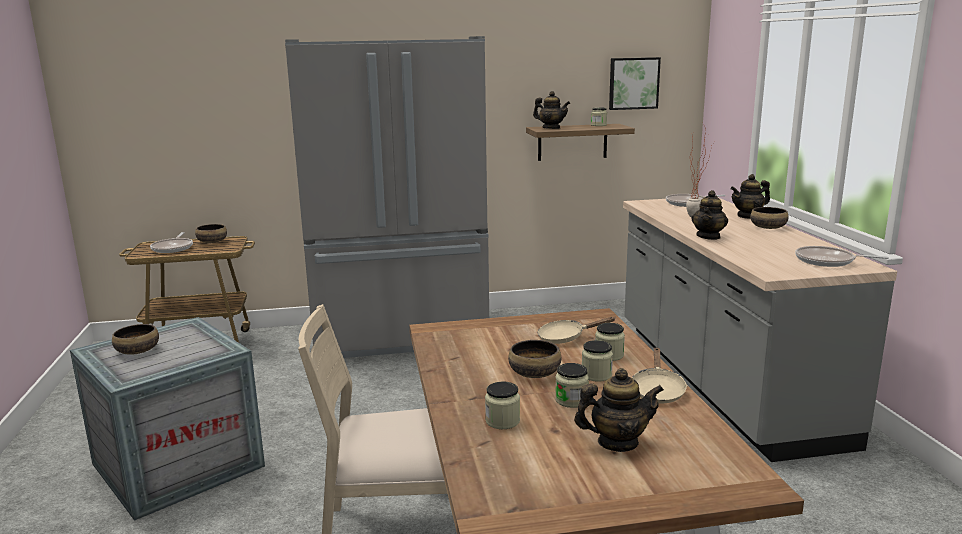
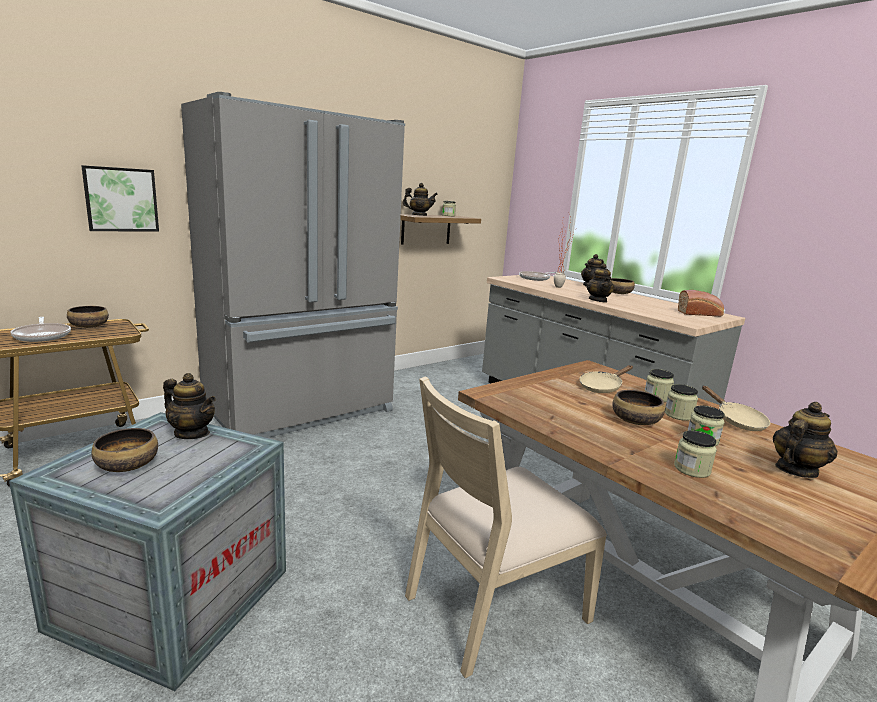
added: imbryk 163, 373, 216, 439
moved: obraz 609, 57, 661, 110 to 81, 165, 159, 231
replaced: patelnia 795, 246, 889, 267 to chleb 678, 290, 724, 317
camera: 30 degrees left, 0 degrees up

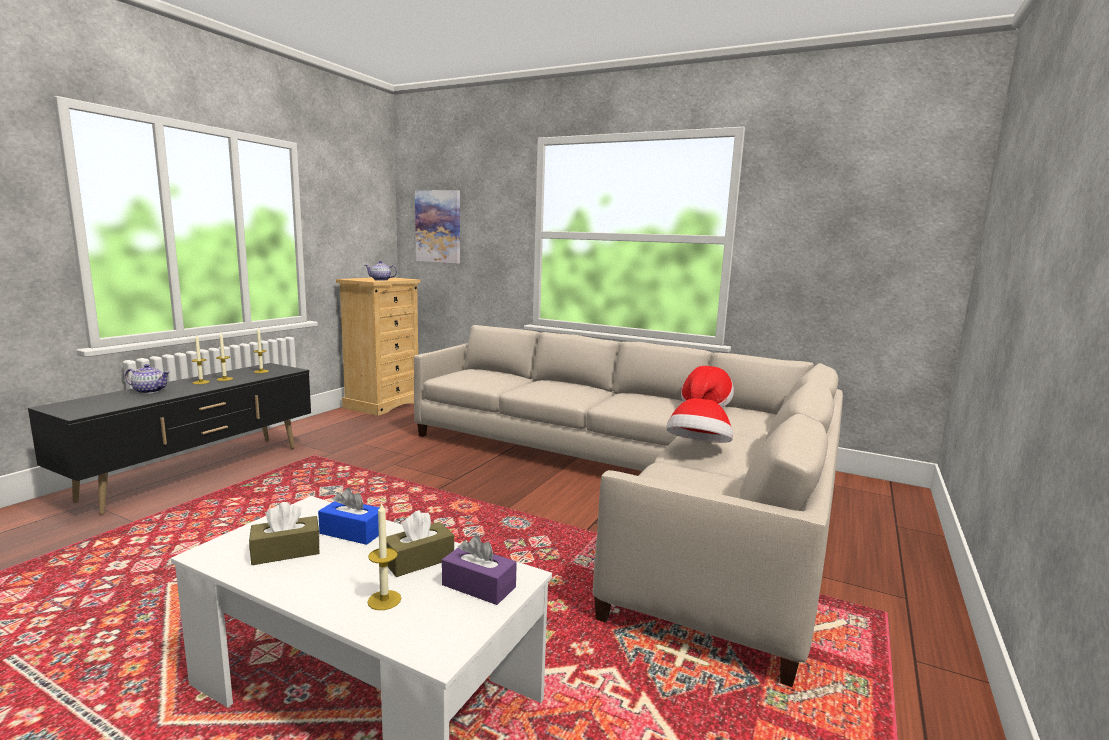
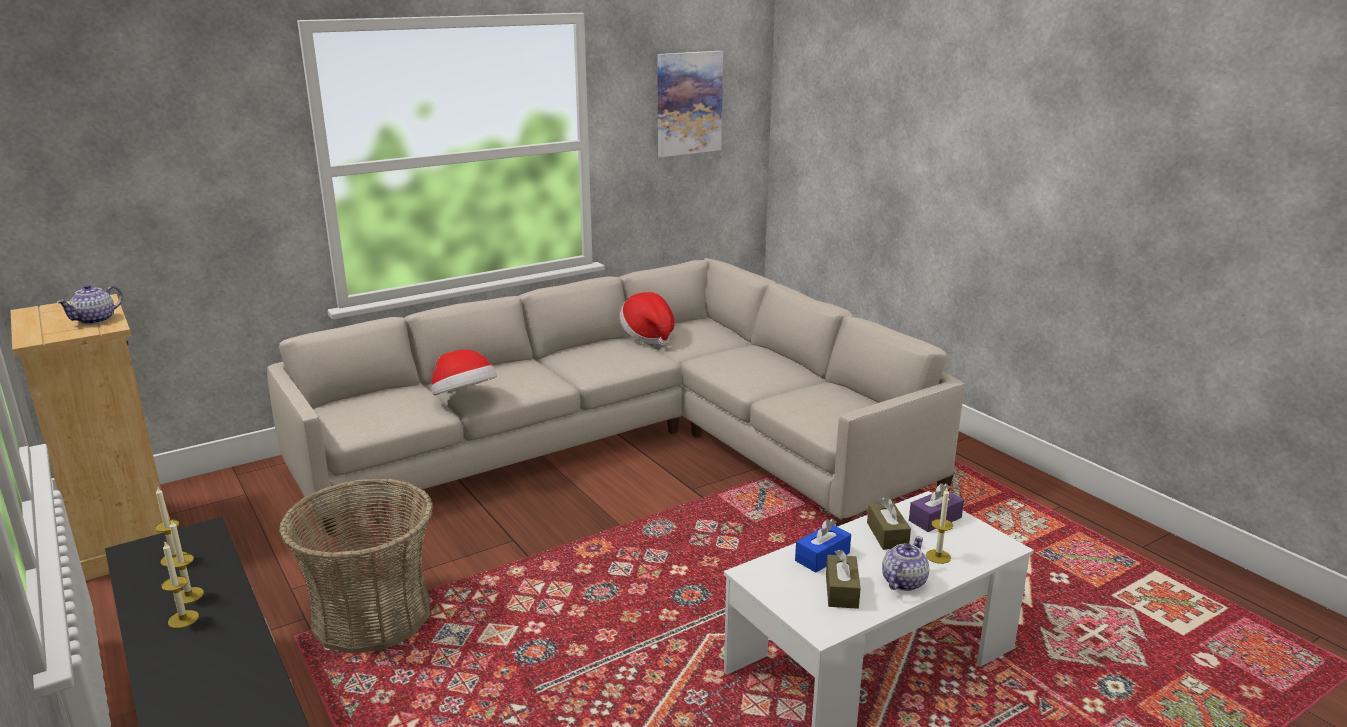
added: koszyk 279, 478, 433, 654
moved: obraz 415, 190, 460, 263 to 657, 51, 723, 157; imbryk 125, 364, 170, 394 to 882, 536, 929, 591; kapelusz 666, 398, 733, 443 to 431, 350, 497, 396
camera: 60 degrees left, 10 degrees up

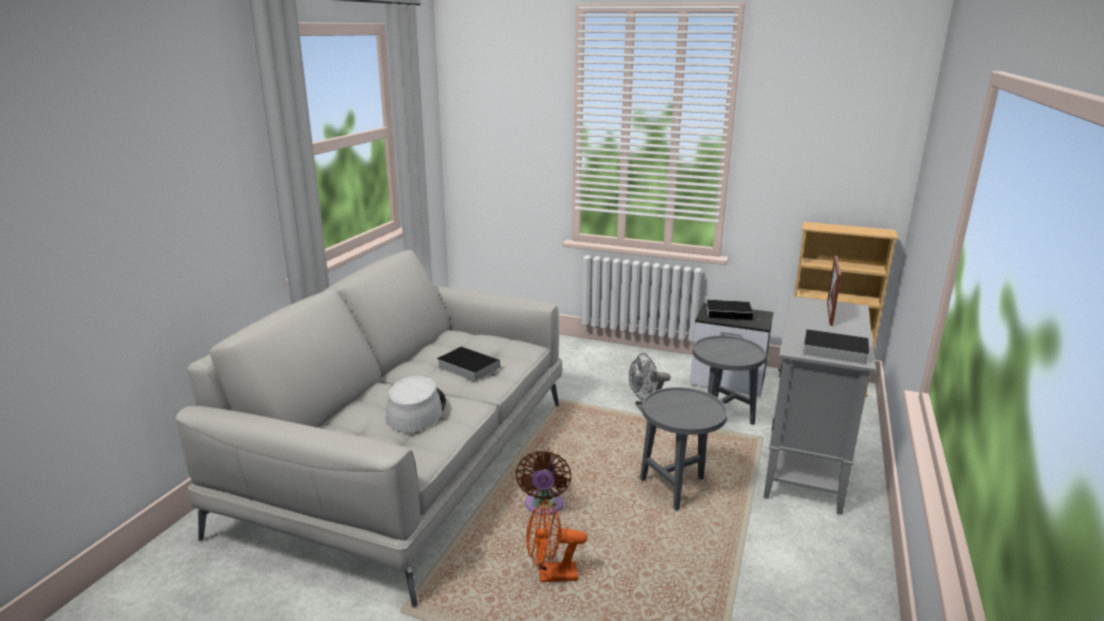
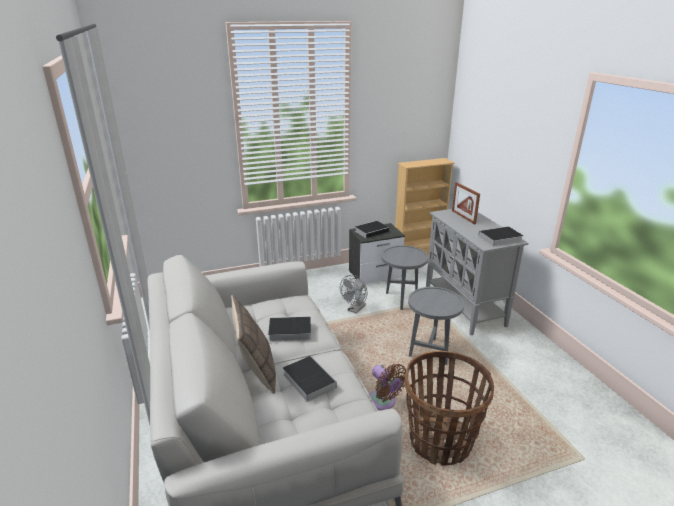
added: poduszka 231, 295, 276, 394
replaced: kapelusz [szary] 386, 376, 446, 432 to książka 283, 356, 337, 402; wentylator [pomarańczowy] 526, 499, 587, 582 to koszyk 405, 351, 494, 466
camera: 40 degrees left, 5 degrees up

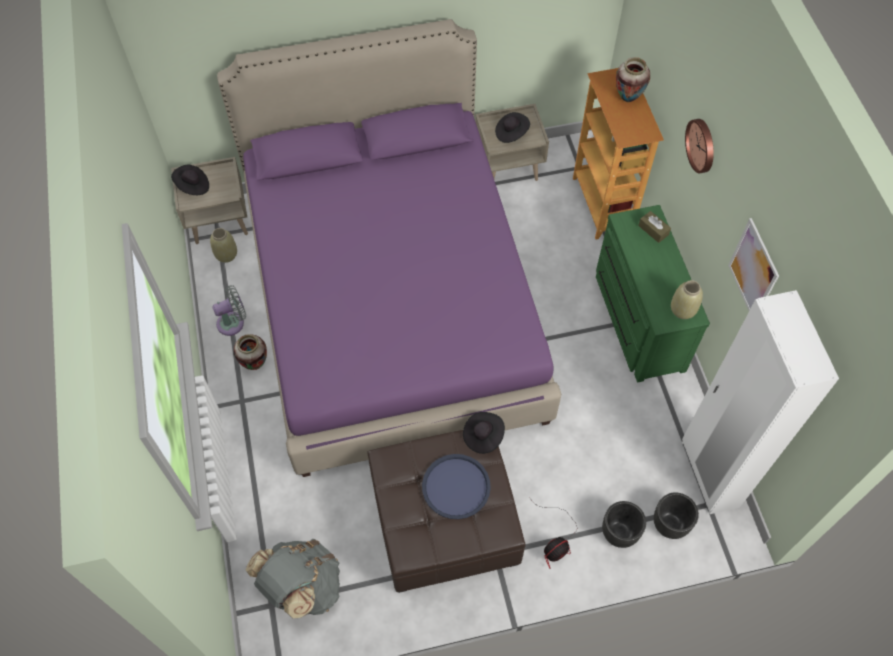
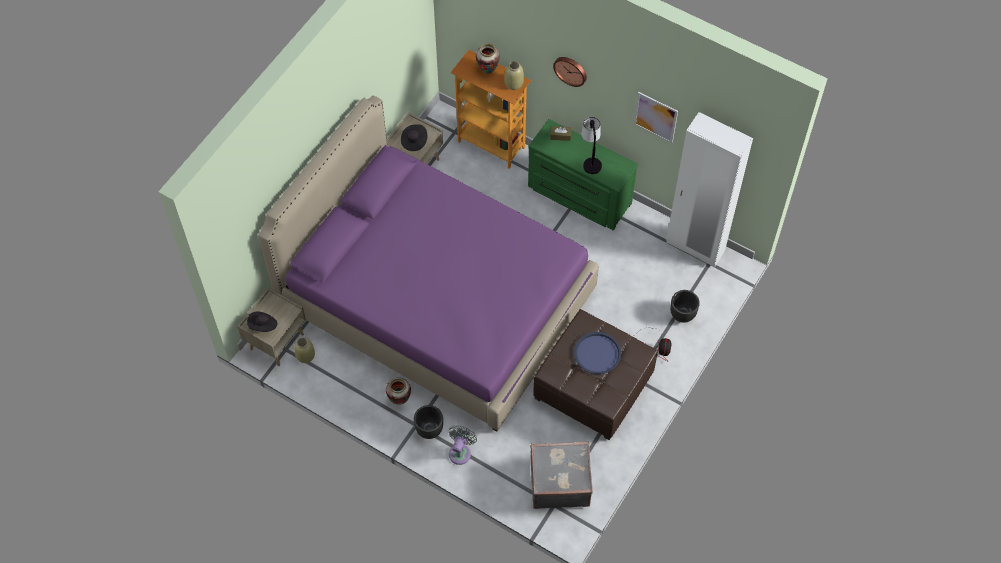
removed: kapelusz [czarny] 463, 412, 505, 454
added: lampa stołowa 581, 117, 602, 174
moved: wazon [beżowy] 671, 280, 703, 319 to 504, 61, 524, 90; wentylator [szary] 212, 285, 246, 336 to 448, 425, 477, 465; donica [czarny] 654, 492, 699, 539 to 414, 405, 443, 439
replaced: plecak [szary] 246, 539, 340, 619 to walizka [szary] 530, 441, 593, 509
camera: 45 degrees left, 0 degrees up

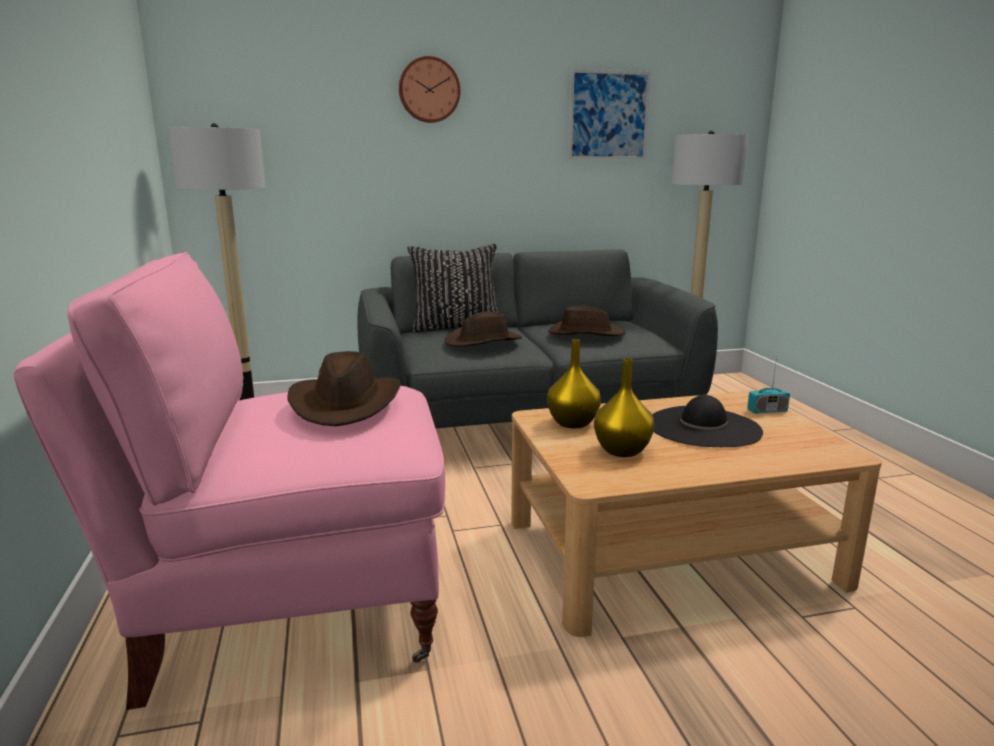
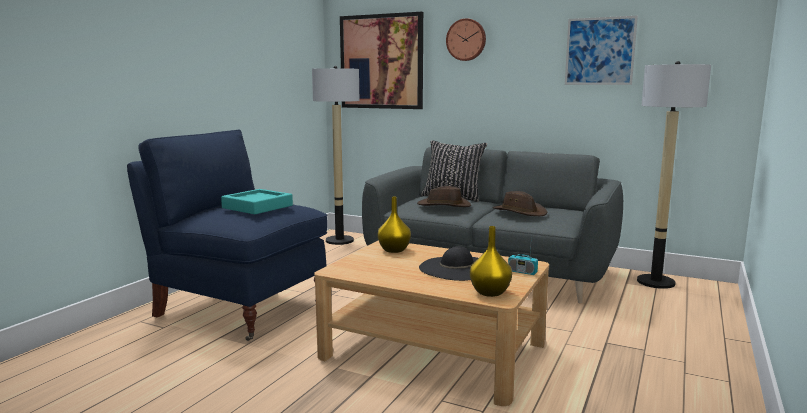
added: obraz 340, 12, 423, 109
moved: wazon [żółty] 594, 358, 654, 457 to 470, 226, 512, 297
replaced: kapelusz [brązowy] 287, 351, 400, 426 to taca [turkusowy] 221, 189, 293, 214
recoloured: fotel [różowy] 14, 252, 445, 710 to fotel [niebieski] 127, 130, 327, 341
camera: 40 degrees right, 5 degrees down

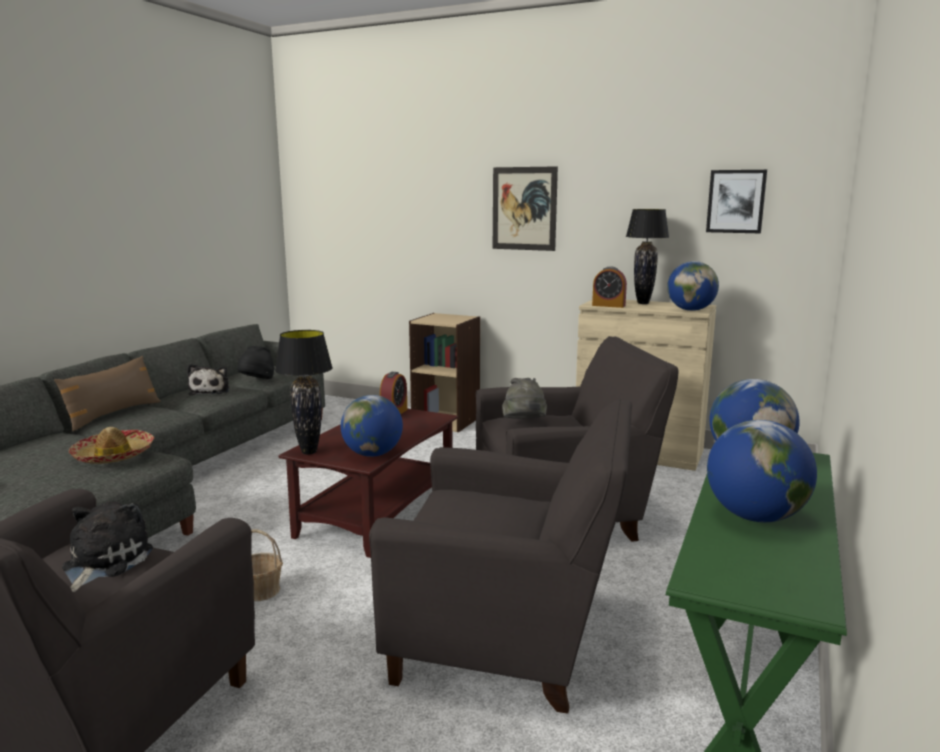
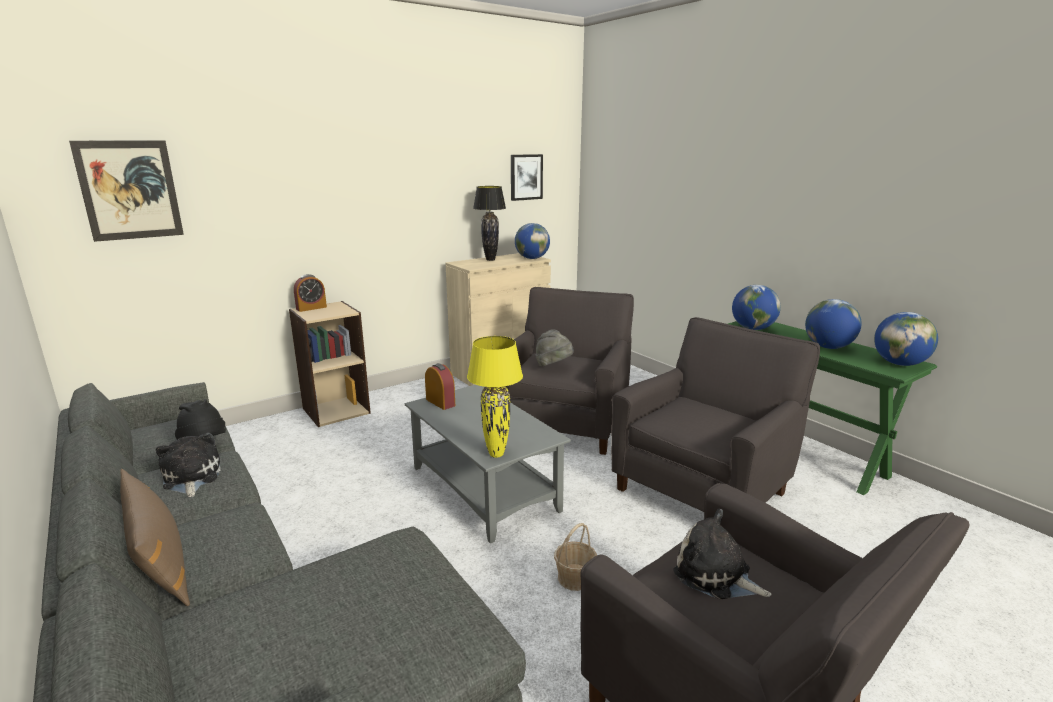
removed: kapelusz 69, 427, 154, 464
moved: obraz 493, 166, 558, 251 to 69, 141, 184, 242; budzik 592, 266, 627, 308 to 294, 274, 327, 312; globus 341, 395, 403, 457 to 874, 312, 938, 366
recoloured: lampa stołowa [czarny] 275, 330, 333, 455 to lampa stołowa [żółty] 467, 336, 523, 458; ława [brązowy] 278, 408, 458, 558 to ława [szary] 405, 385, 571, 543
turned: pluszak 187, 364, 229, 395 = 156, 433, 221, 497 135 degrees counterclockwise
camera: 60 degrees left, 5 degrees up

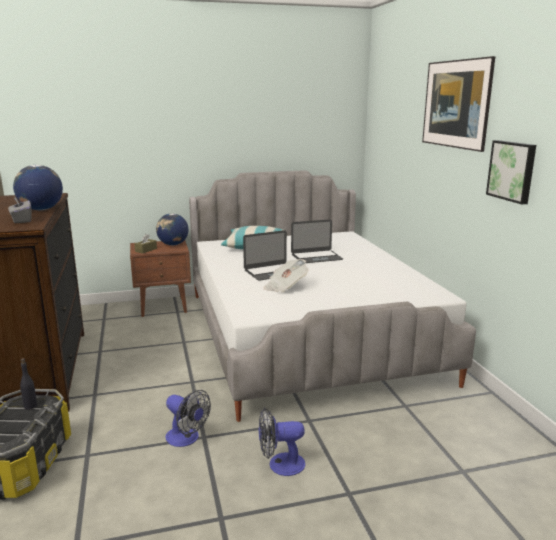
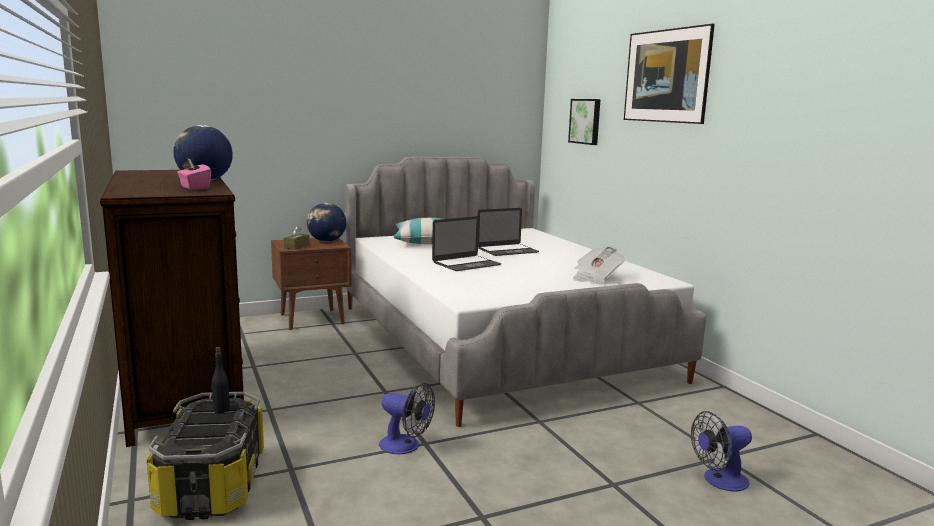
moved: obraz 486, 140, 536, 205 to 568, 99, 601, 145; gazeta 263, 259, 308, 292 to 573, 246, 624, 282; wentylator 259, 408, 305, 476 to 691, 411, 752, 491
recoloured: pudełko chusteczek [szary] 8, 197, 32, 223 to pudełko chusteczek [różowy] 177, 159, 211, 190
camera: 10 degrees left, 5 degrees down

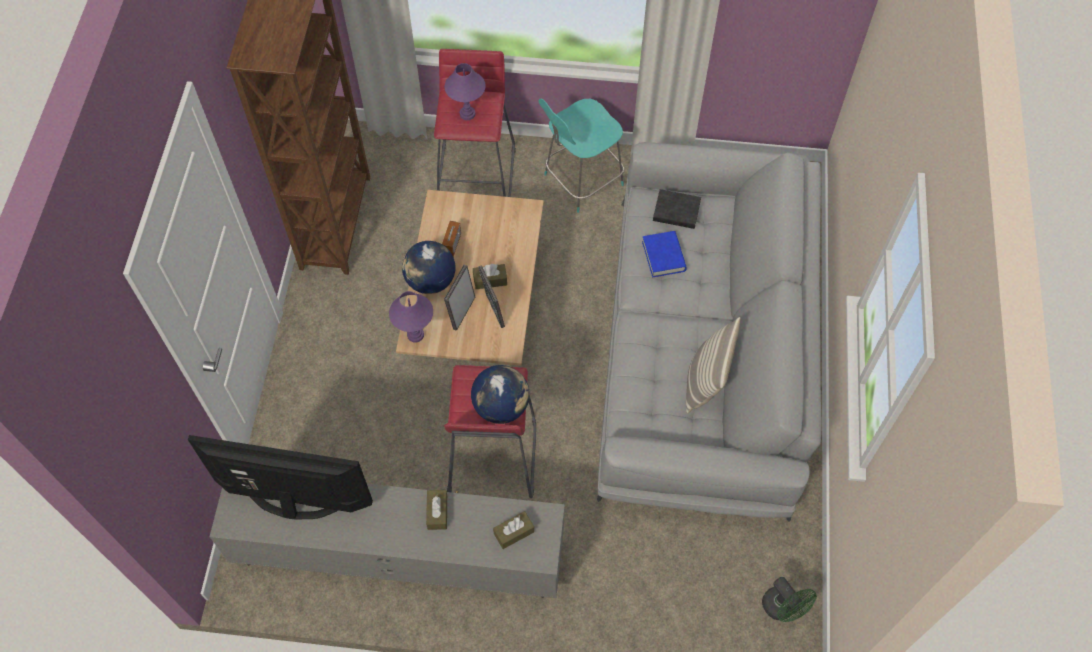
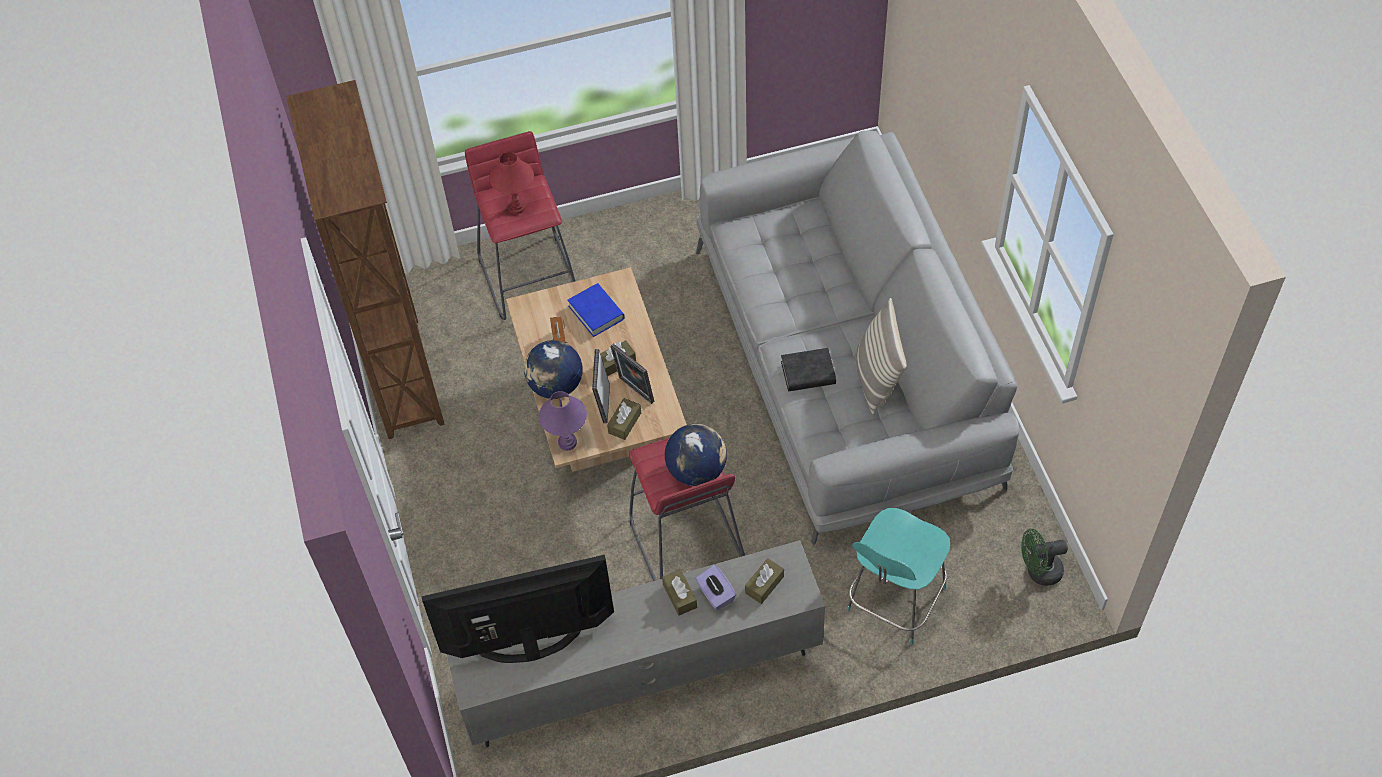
added: pudełko chusteczek [brązowy] 607, 398, 641, 440; pudełko chusteczek [fioletowy] 695, 564, 736, 611
moved: stołek [turkusowy] 539, 99, 624, 213 to 847, 508, 950, 645; książka [czarny] 653, 189, 701, 229 to 781, 348, 836, 391; książka [niebieski] 642, 231, 687, 277 to 567, 283, 625, 337
recoloured: lampa stołowa [fioletowy] 445, 63, 486, 120 to lampa stołowa [czerwony] 489, 152, 534, 214
turned: wentylator [zielony] 762, 577, 817, 622 = 1021, 529, 1068, 586 135 degrees clockwise
camera: 20 degrees left, 5 degrees down

